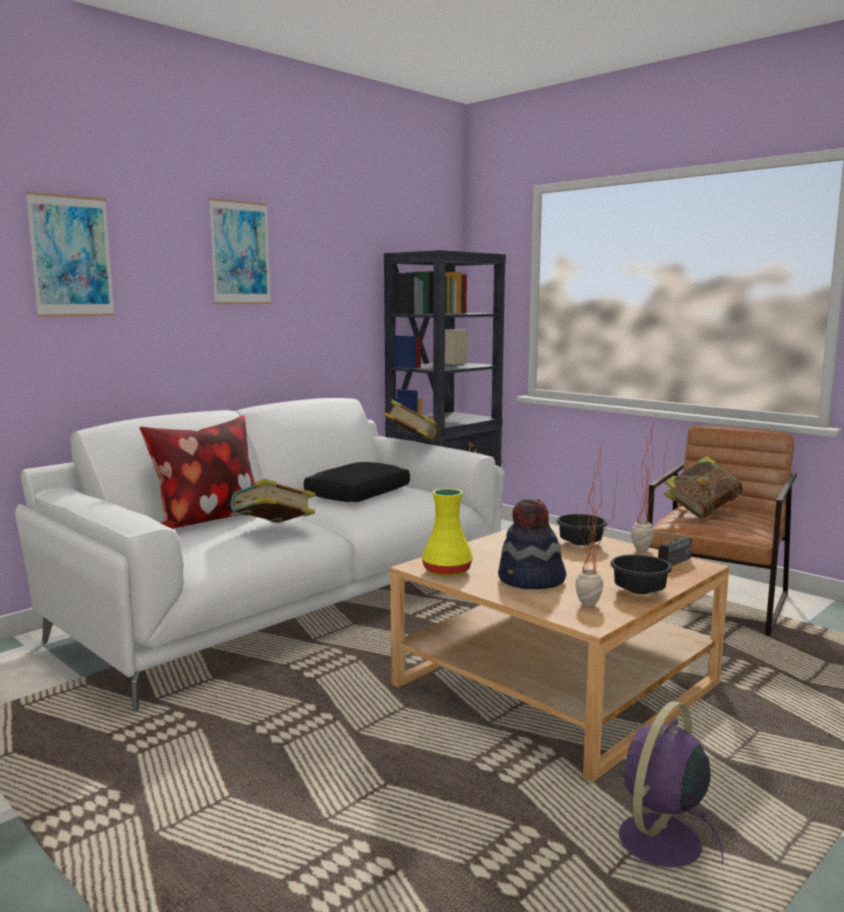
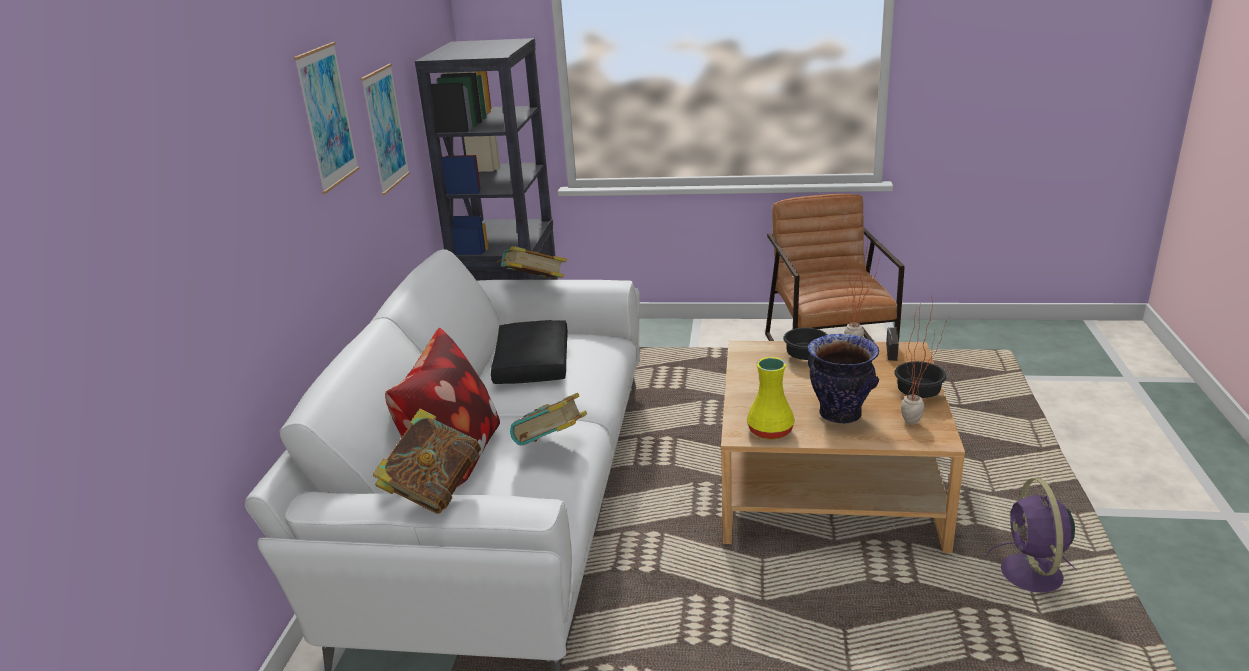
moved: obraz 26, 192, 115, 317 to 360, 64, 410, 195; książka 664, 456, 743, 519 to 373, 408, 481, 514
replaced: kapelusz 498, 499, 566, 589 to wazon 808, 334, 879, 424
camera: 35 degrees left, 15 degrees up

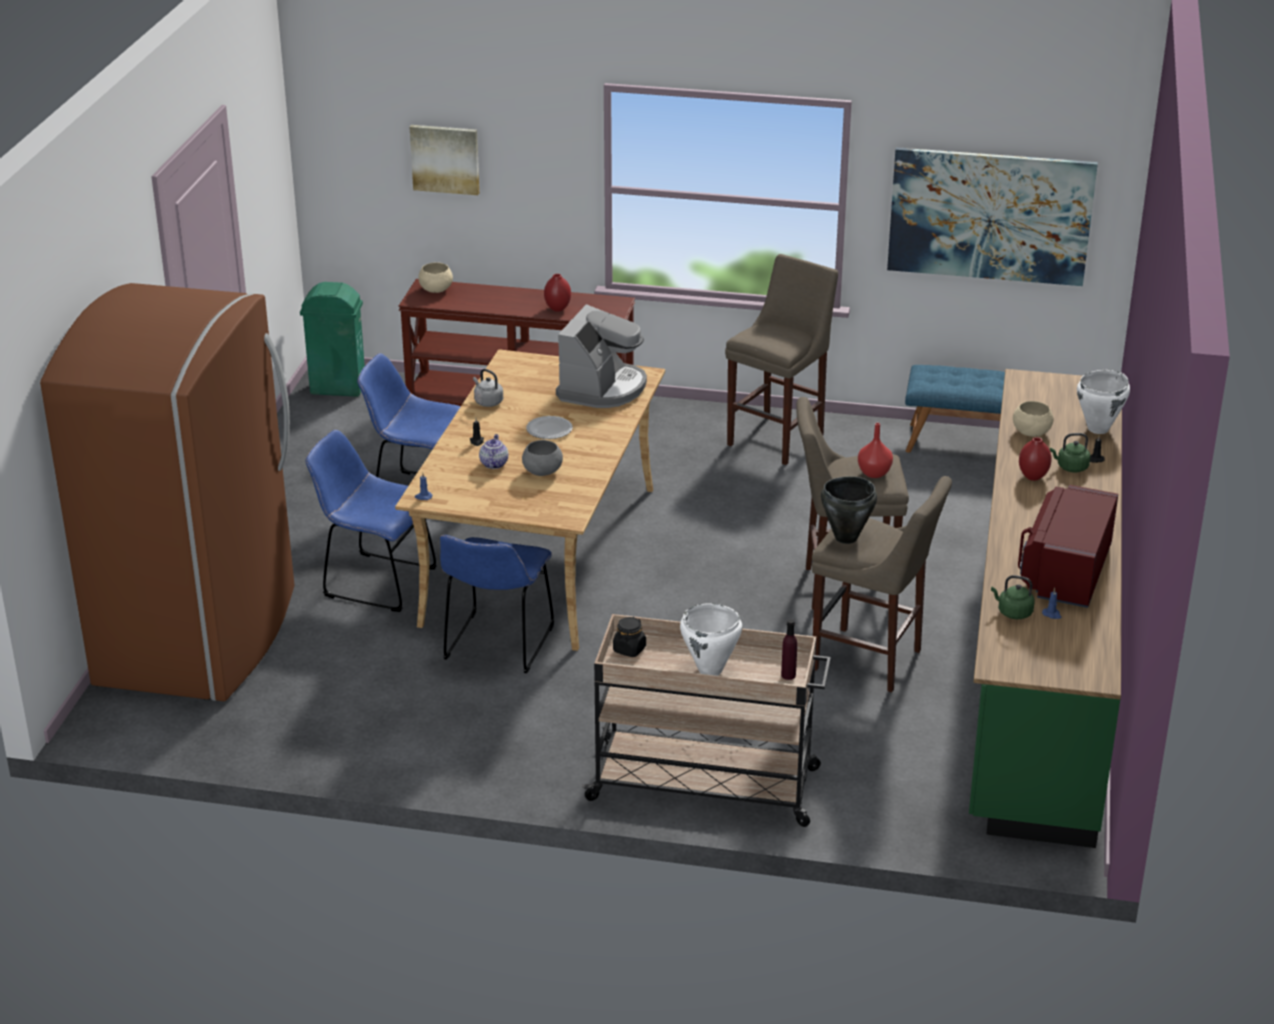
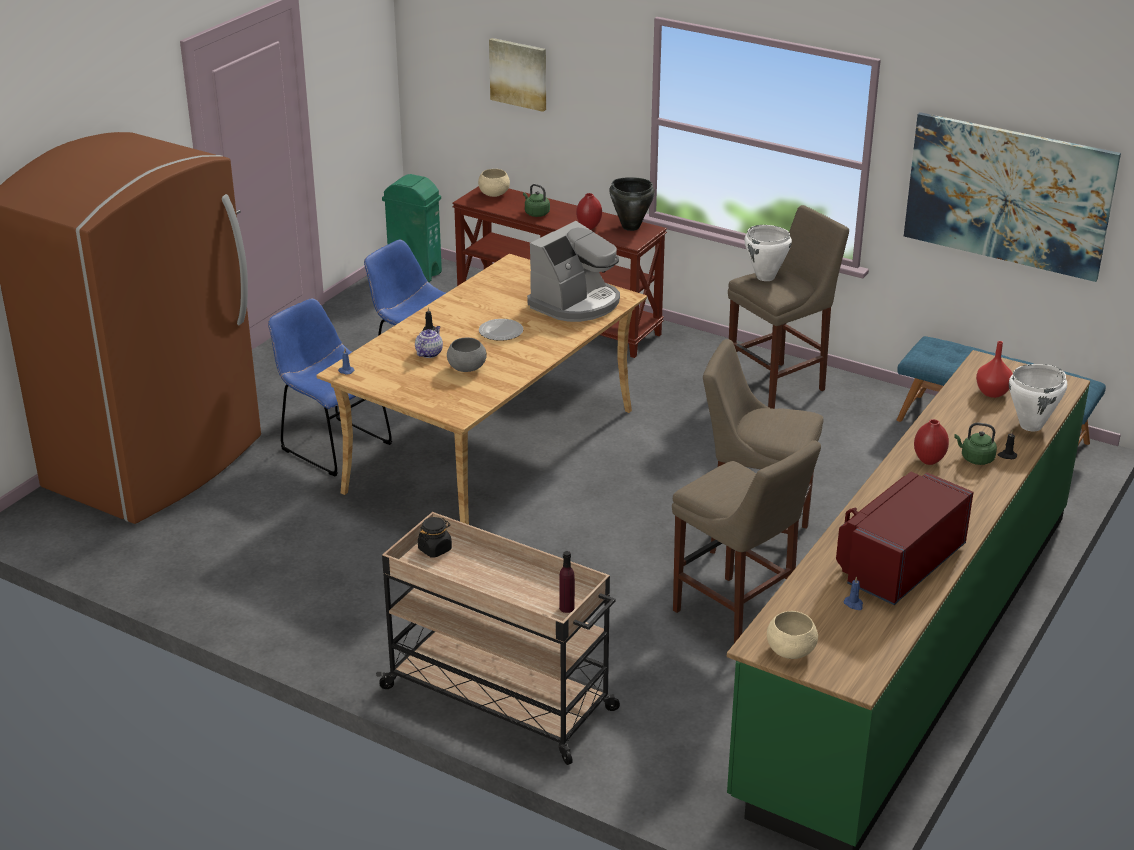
removed: czajnik [szary] 473, 369, 503, 407; krzesło [niebieski] 440, 535, 554, 673
moved: miska [beżowy] 1013, 401, 1054, 437 to 767, 611, 818, 659; wazon [czerwony] 858, 423, 893, 478 to 976, 341, 1013, 398; garnek [czarny] 821, 476, 877, 544 to 609, 177, 655, 231; czajnik [zielony] 991, 575, 1035, 619 to 523, 184, 550, 217; garnek [biały] 680, 604, 742, 676 to 744, 225, 792, 281
camera: 20 degrees right, 0 degrees up

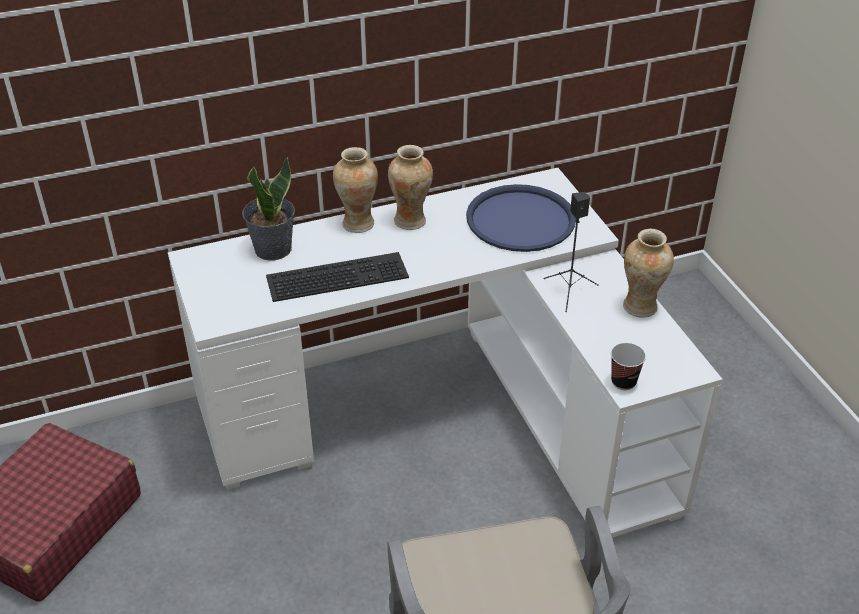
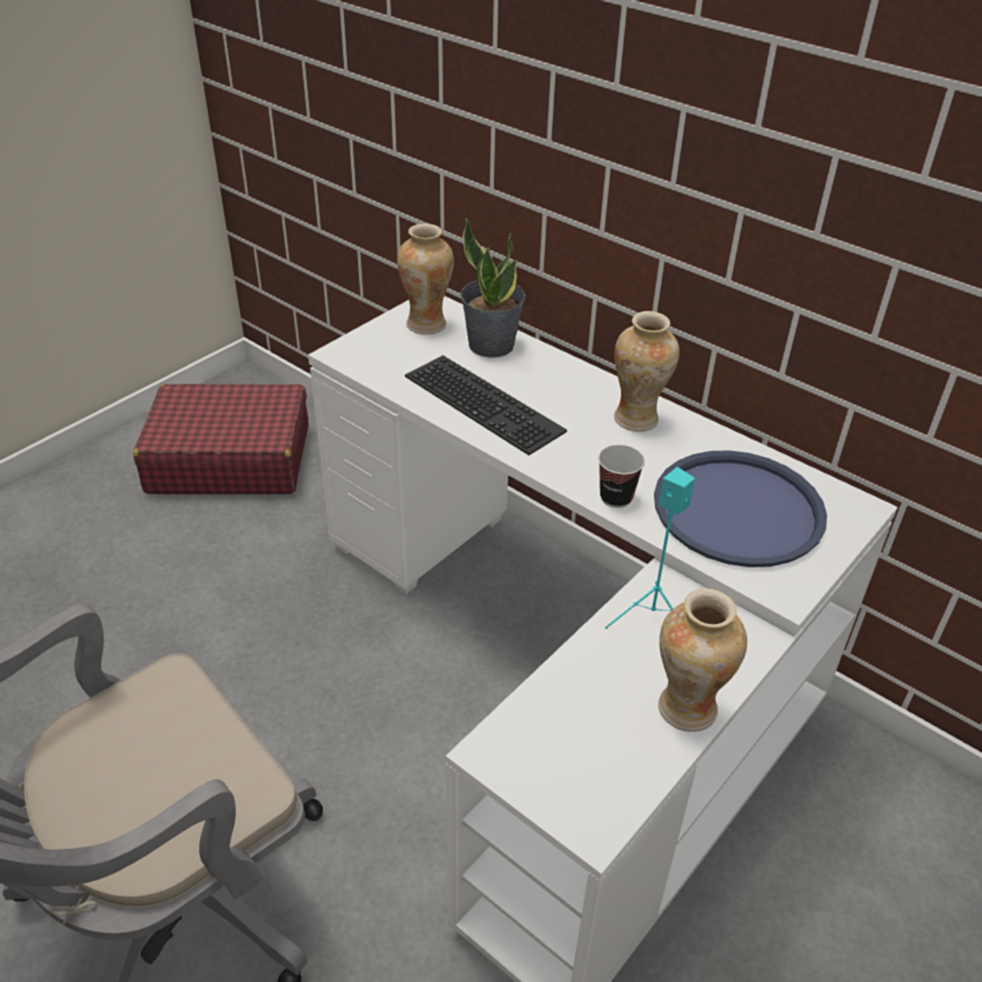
moved: wazon 333, 147, 378, 233 to 397, 223, 454, 335; filiżanka 611, 343, 646, 390 to 598, 445, 645, 508
recoloured: głośnik [czarny] 544, 192, 599, 312 to głośnik [turkusowy] 605, 467, 695, 629
camera: 60 degrees right, 0 degrees up

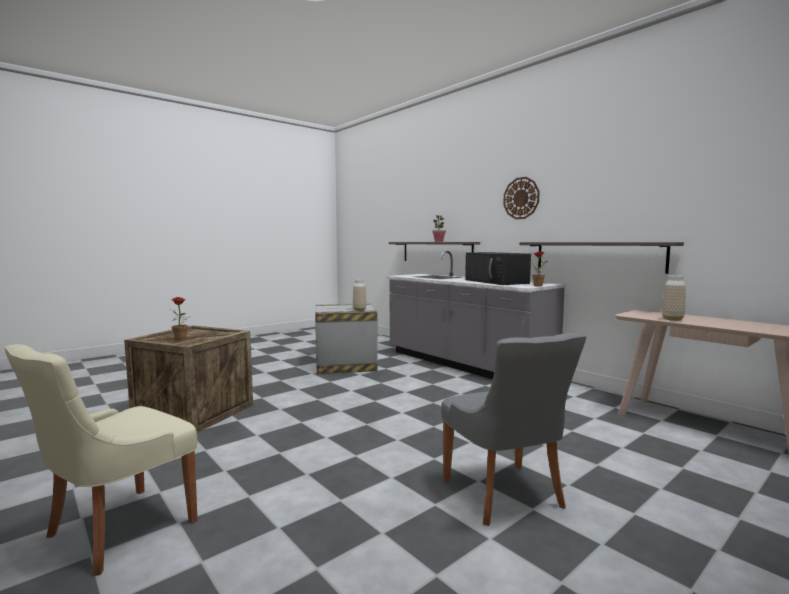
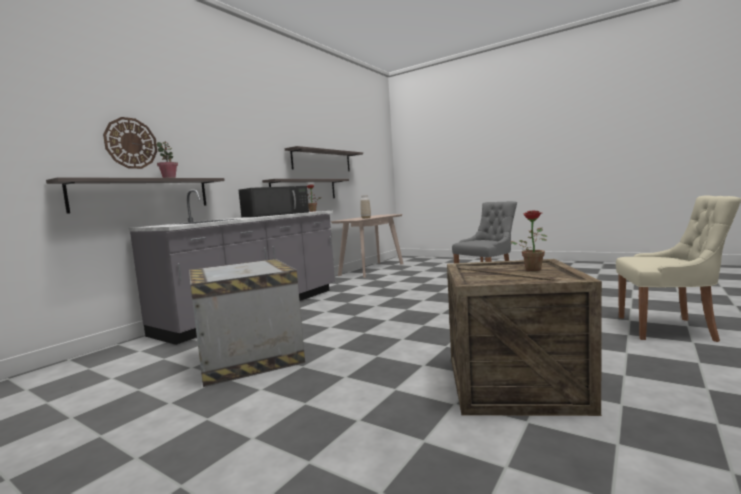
removed: wazon 353, 279, 366, 311
added: półka 285, 146, 363, 171
moved: zegar ścienny 503, 177, 540, 219 to 103, 117, 158, 169
camera: 105 degrees left, 0 degrees up

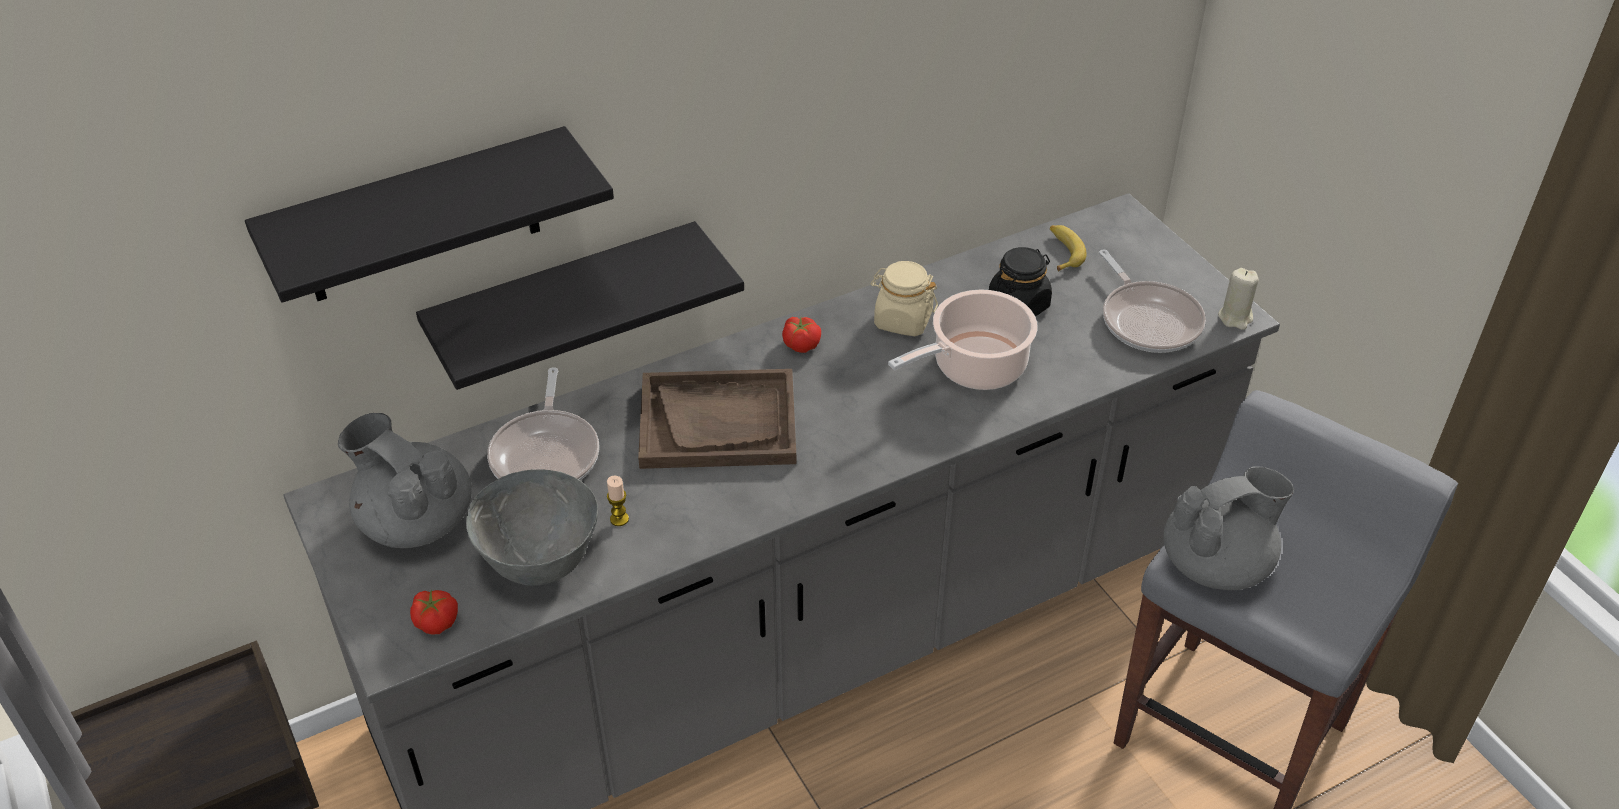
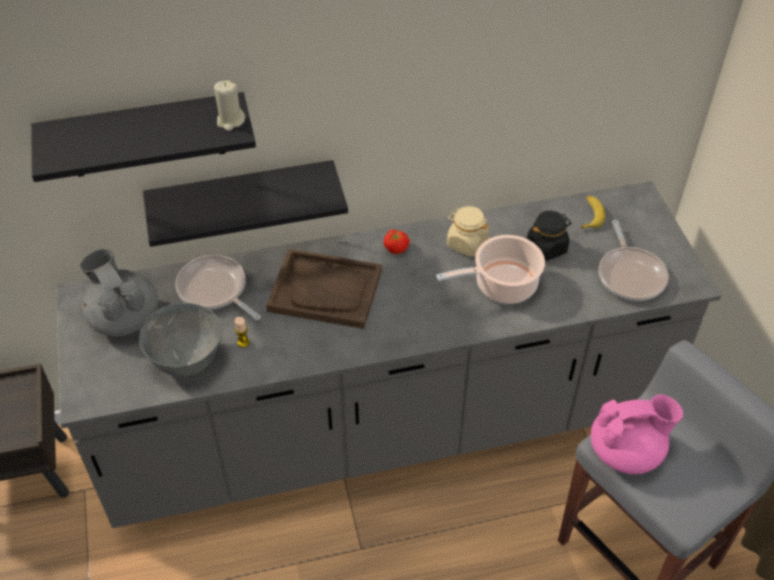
removed: pomidor 410, 590, 458, 635
moved: świeca [beżowy] 1218, 268, 1259, 330 to 214, 80, 245, 131
recoloured: imbryk [szary] 1163, 466, 1294, 590 to imbryk [różowy] 591, 395, 683, 474
turned: patelnia 487, 367, 599, 480 = 175, 255, 261, 320 120 degrees clockwise
camera: 15 degrees right, 5 degrees up

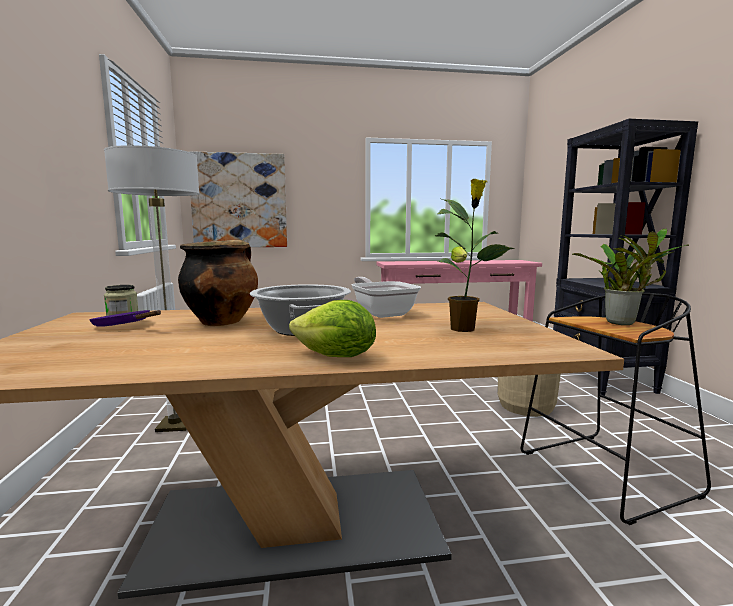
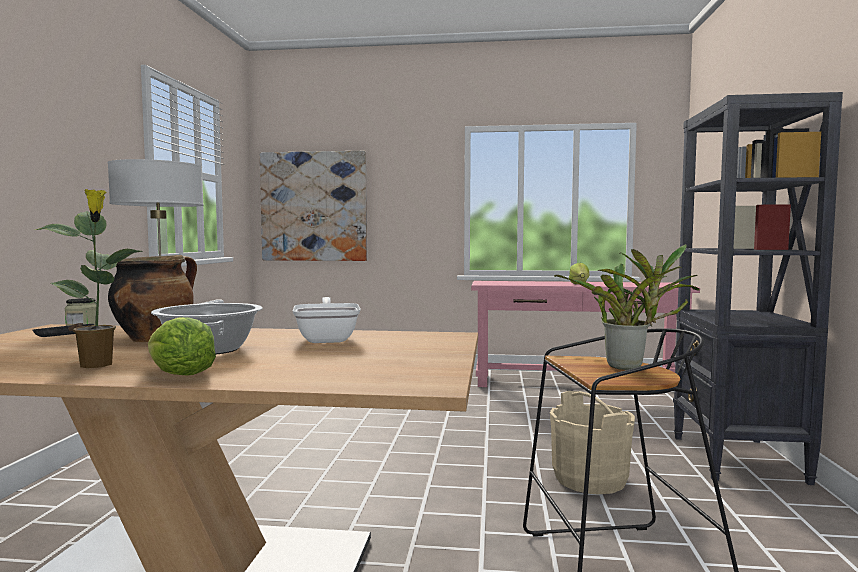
moved: roślina doniczkowa 435, 179, 515, 332 to 36, 189, 143, 368
recoloured: patelnia [fioletowy] 89, 310, 161, 327 to patelnia [czarny] 32, 323, 94, 337
camera: 15 degrees right, 5 degrees down

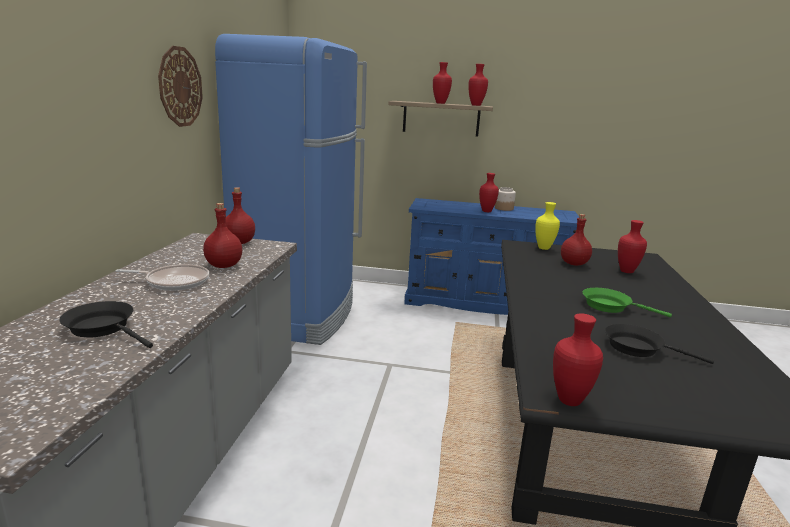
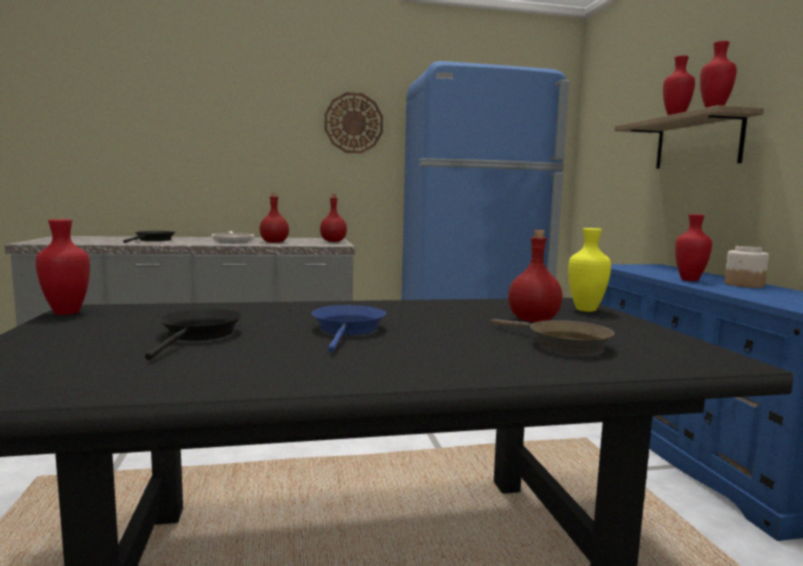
replaced: wazon [czerwony] 618, 220, 647, 273 to patelnia [brązowy] 491, 319, 614, 355
recoloured: patelnia [zielony] 583, 288, 672, 317 to patelnia [niebieski] 311, 305, 386, 353
camera: 70 degrees right, 10 degrees down

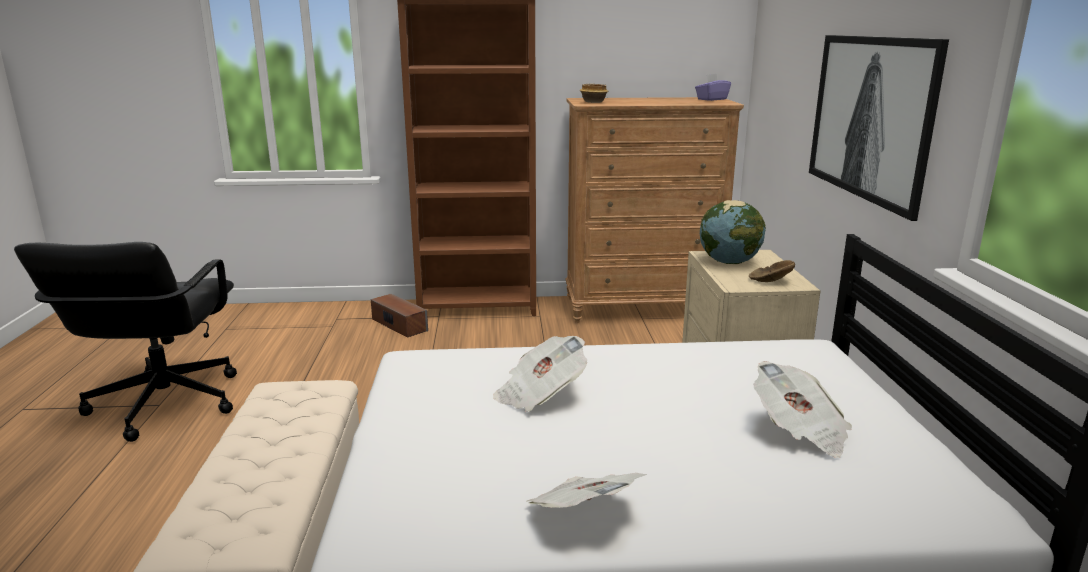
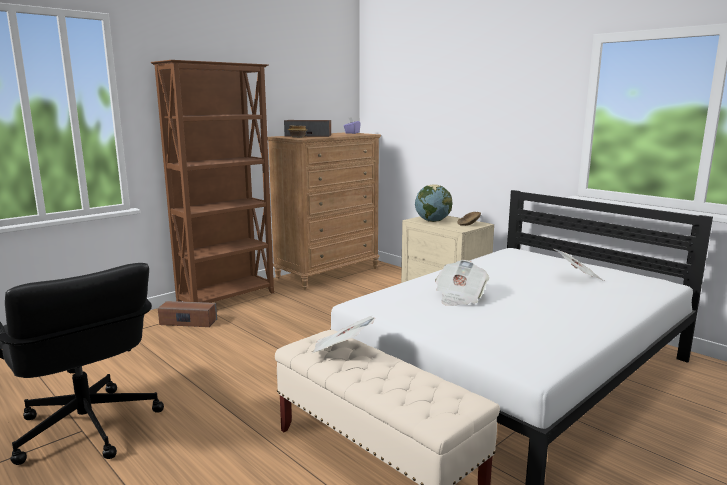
removed: obraz 809, 35, 949, 221
added: głośnik 284, 120, 331, 137
moved: gazeta 527, 473, 647, 508 to 312, 316, 375, 353
camera: 40 degrees left, 5 degrees down

